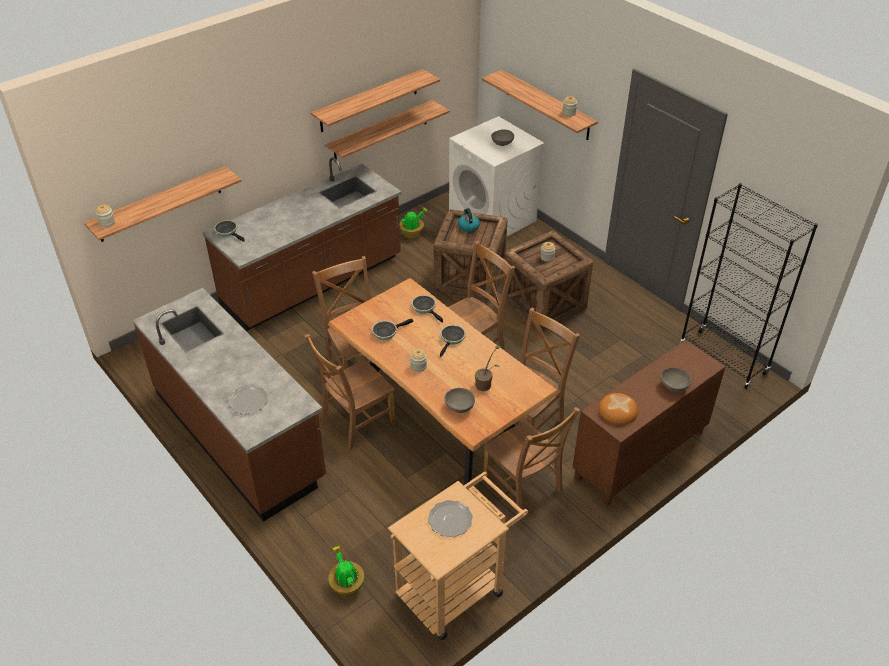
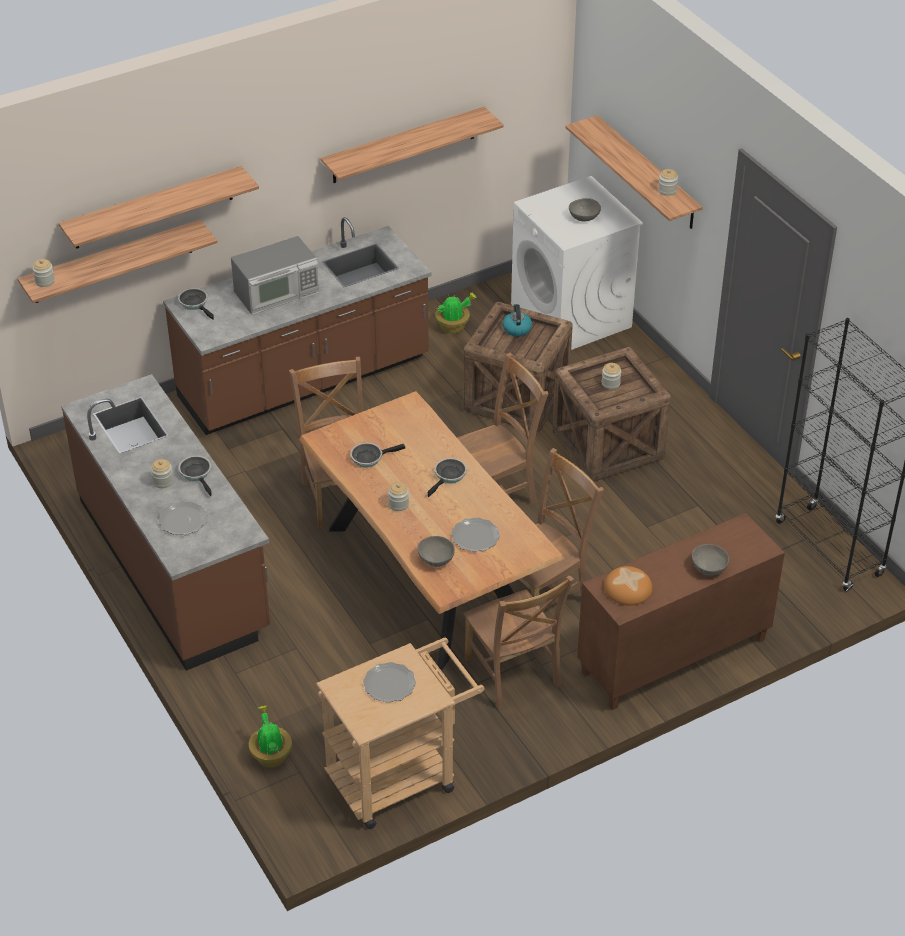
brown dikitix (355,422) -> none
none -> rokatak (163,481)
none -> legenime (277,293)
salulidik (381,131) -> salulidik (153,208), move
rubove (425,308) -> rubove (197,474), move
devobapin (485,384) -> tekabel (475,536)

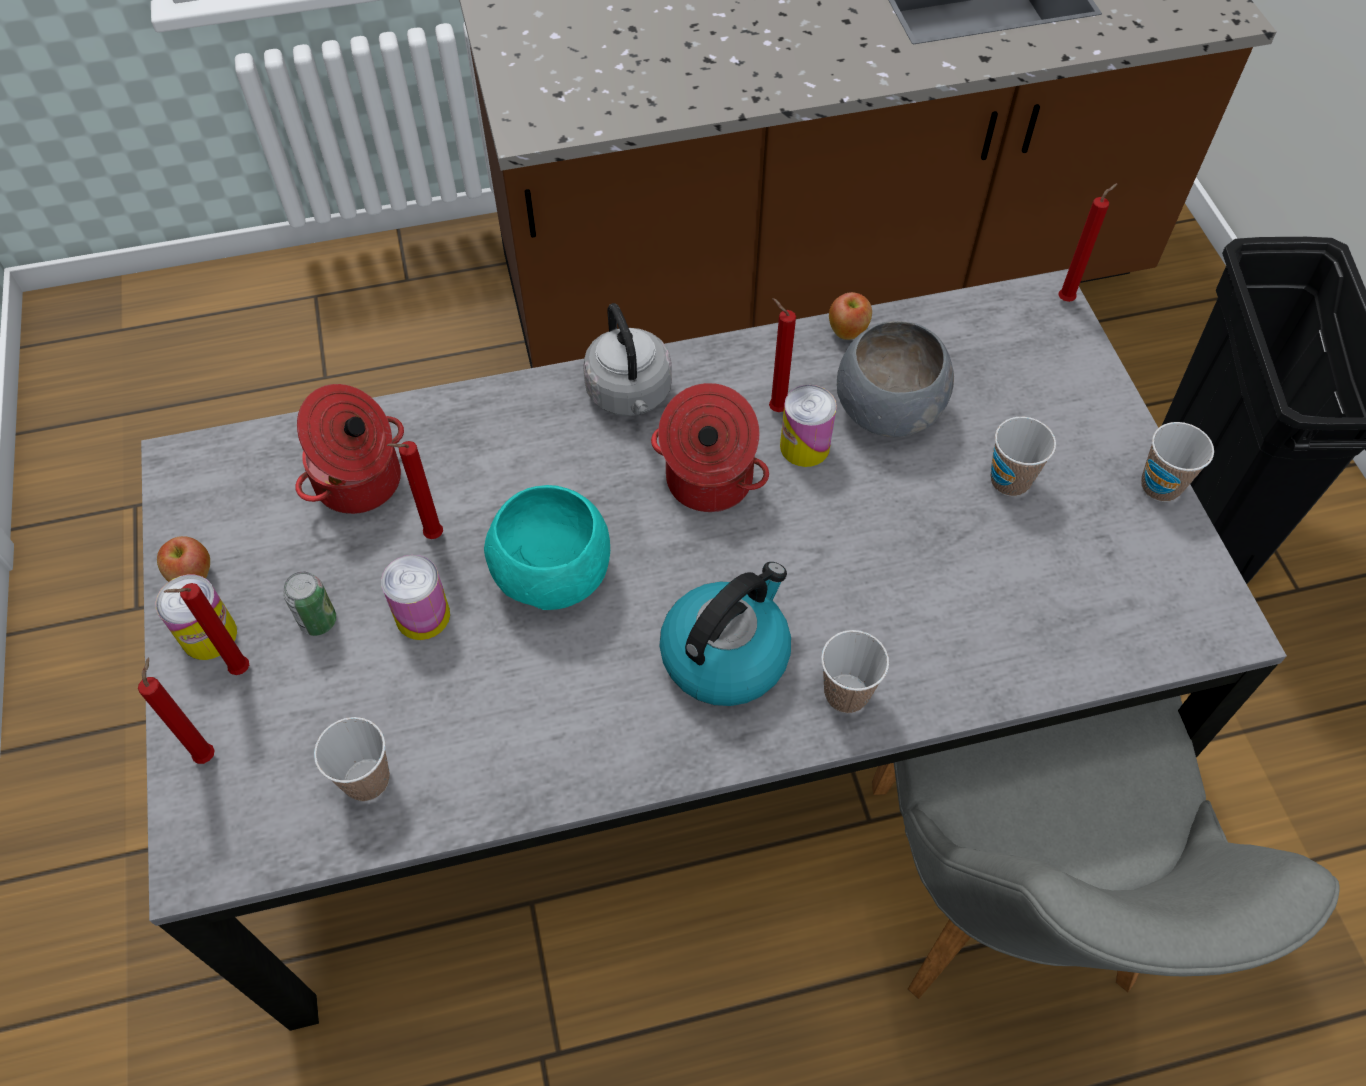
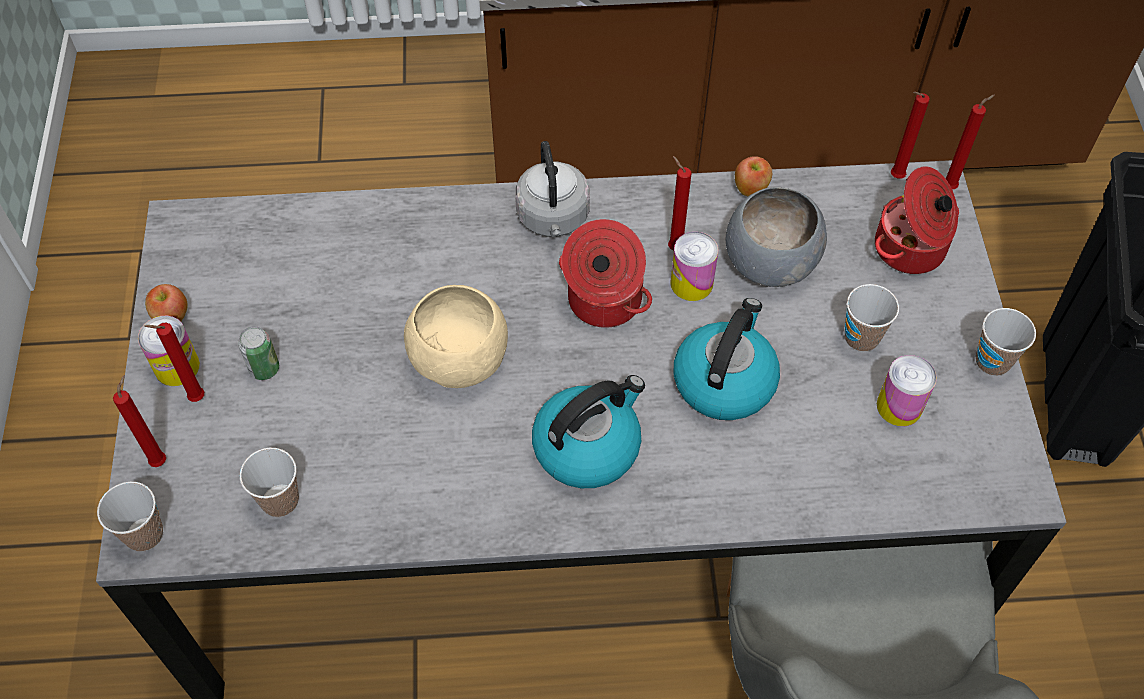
none -> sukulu (724,380)
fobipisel (360,482) -> fobipisel (911,249), move
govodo (423,616) -> govodo (899,406), move
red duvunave (431,536) -> red duvunave (894,177), move
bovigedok (846,694) -> bovigedok (144,534), move
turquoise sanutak (552,571) -> beige sanutak (459,357)

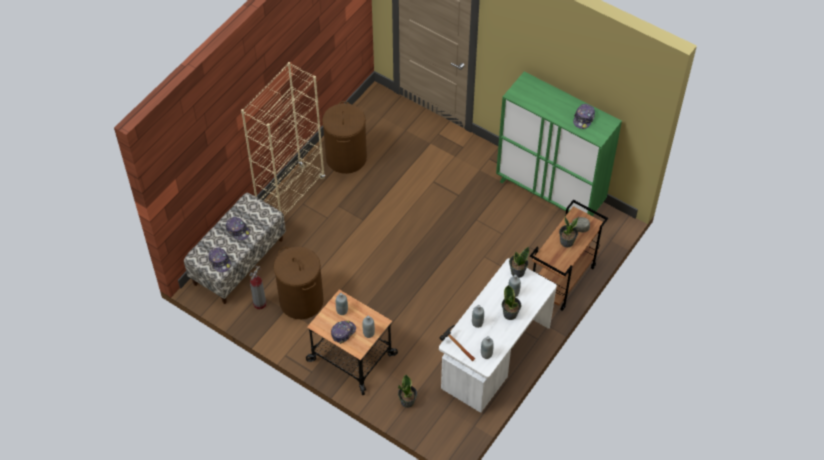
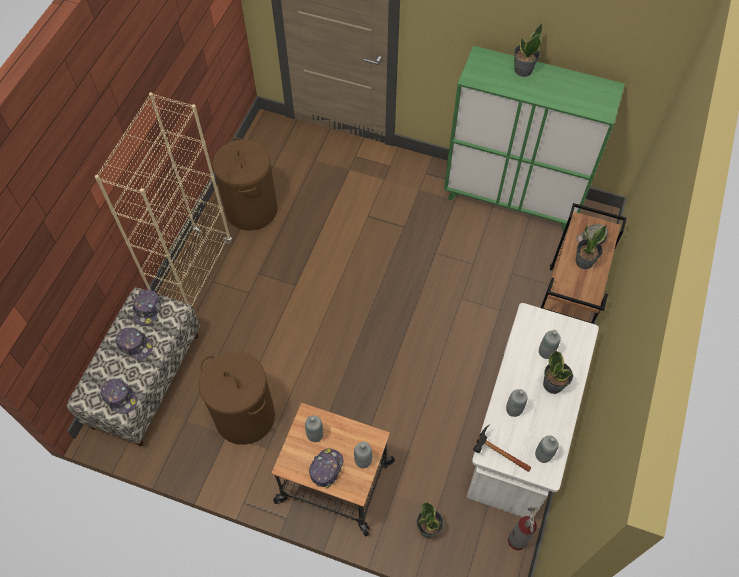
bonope (259,304) -> bonope (517,541), move
devobapin (517,272) -> devobapin (523,70), move
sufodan (583,119) -> sufodan (147,309), move

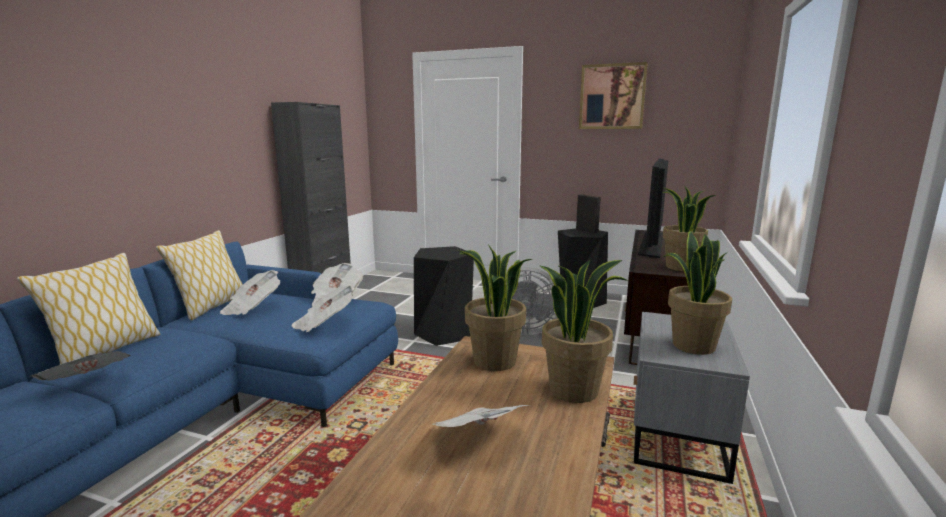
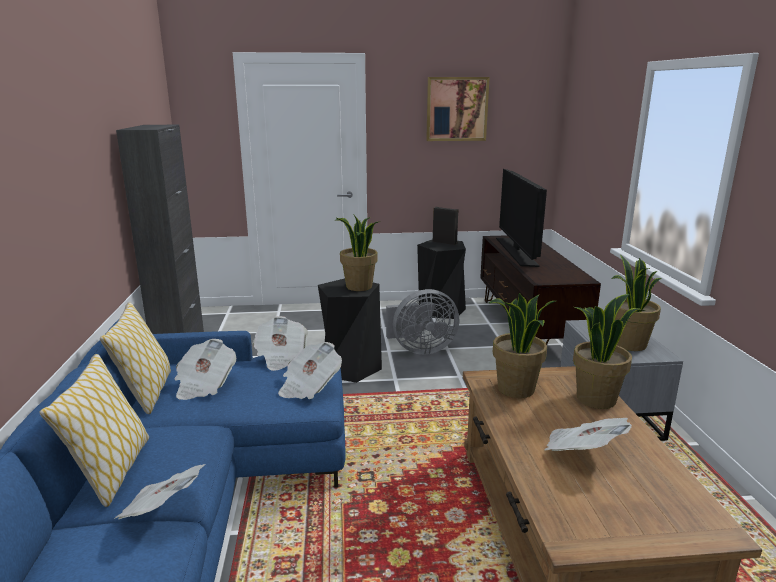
devobapin (680,267) -> devobapin (359,287), move

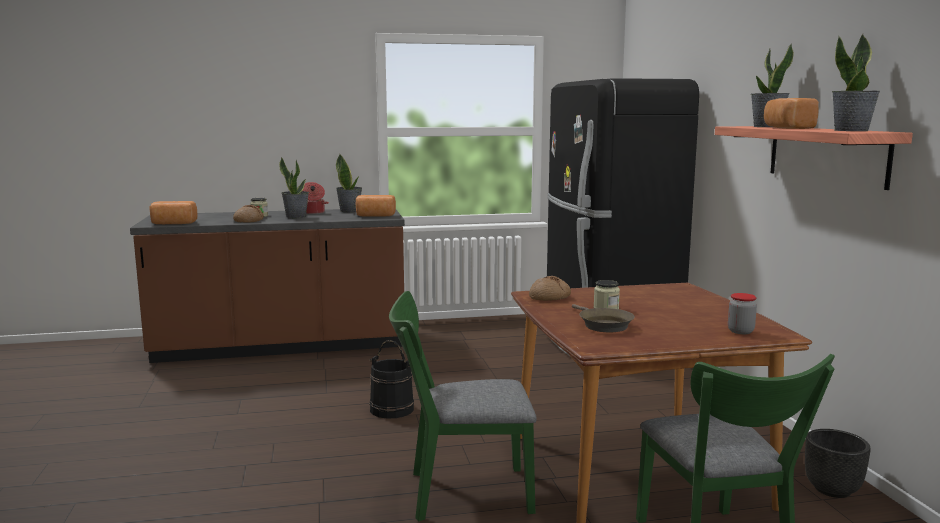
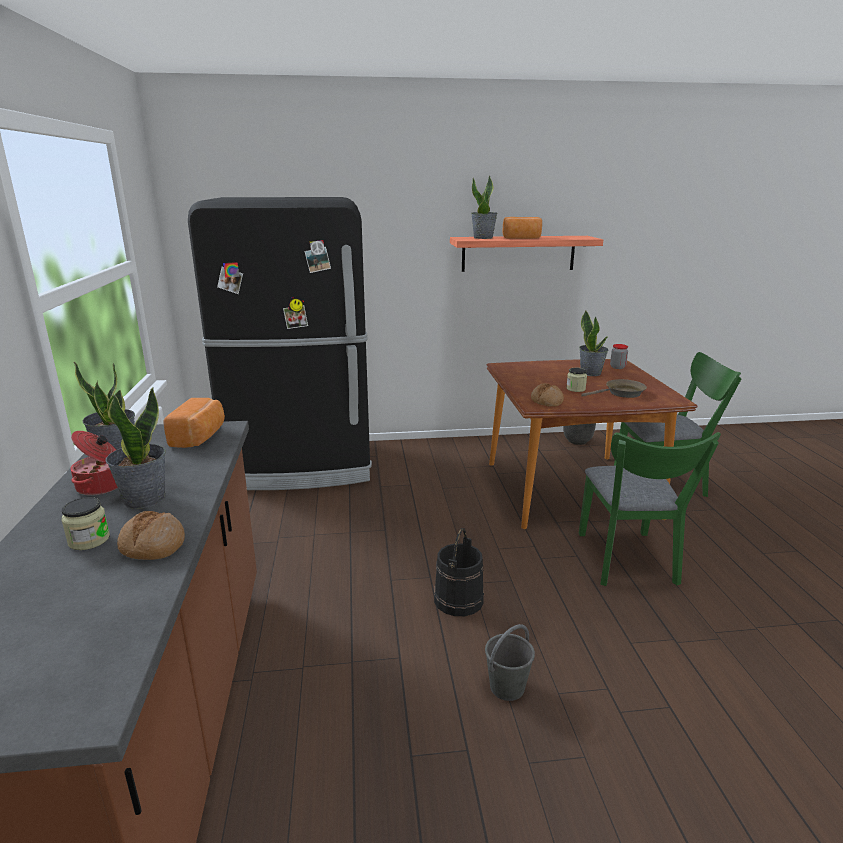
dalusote (173,223) -> none
none -> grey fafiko (507,687)
devobapin (851,130) -> devobapin (591,373), move

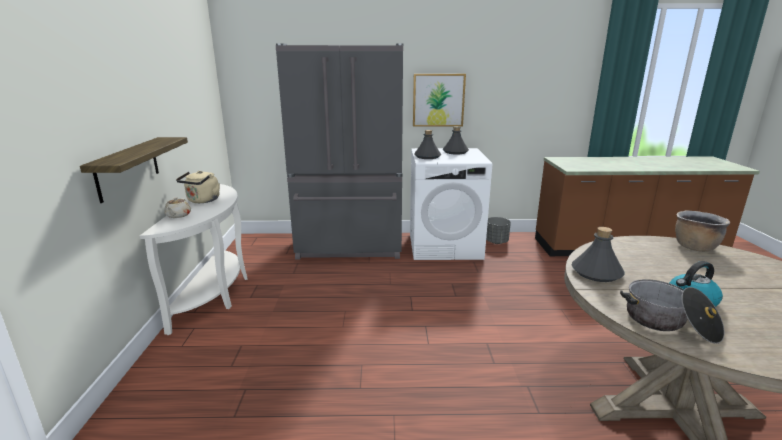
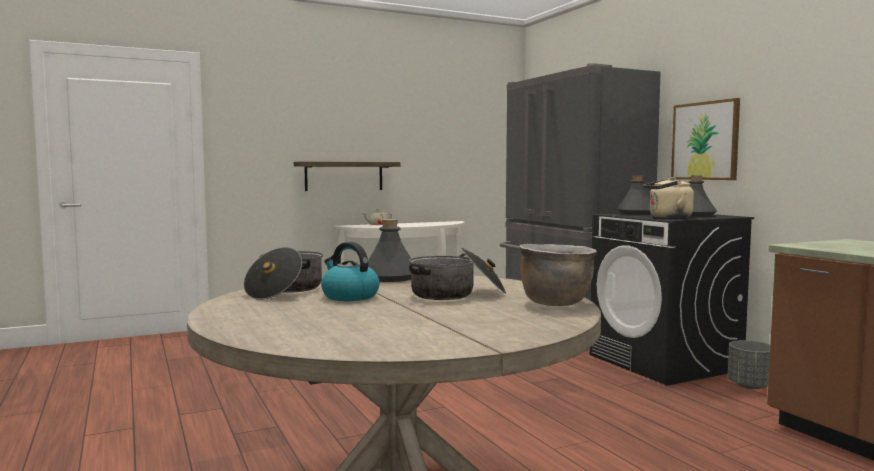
none -> fobipisel (457,294)
beige sukulu (202,201) -> beige sukulu (668,217), move
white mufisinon (445,246) -> black mufisinon (664,362)

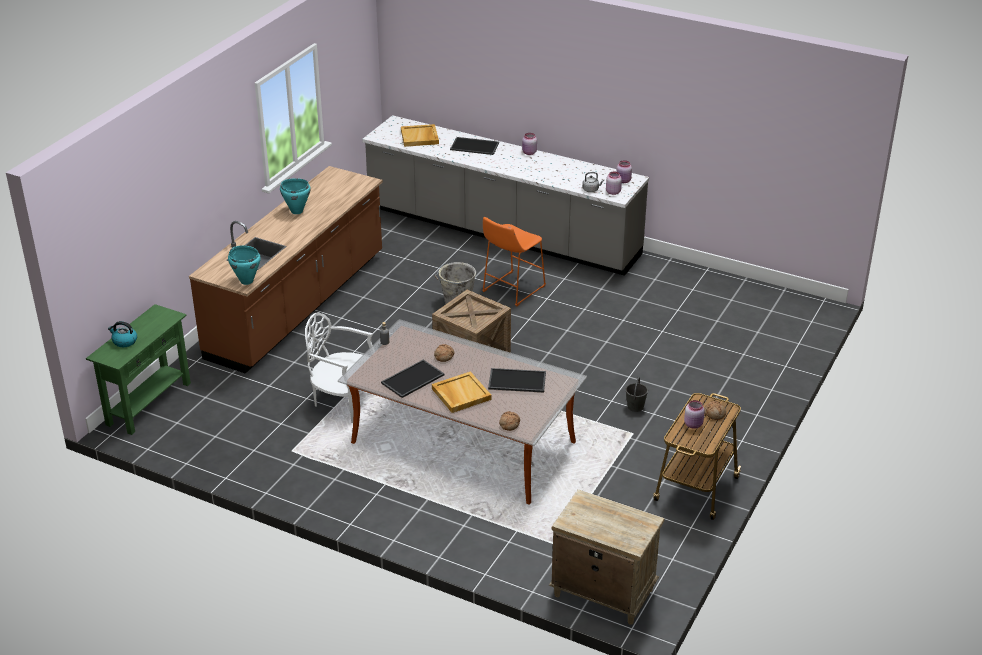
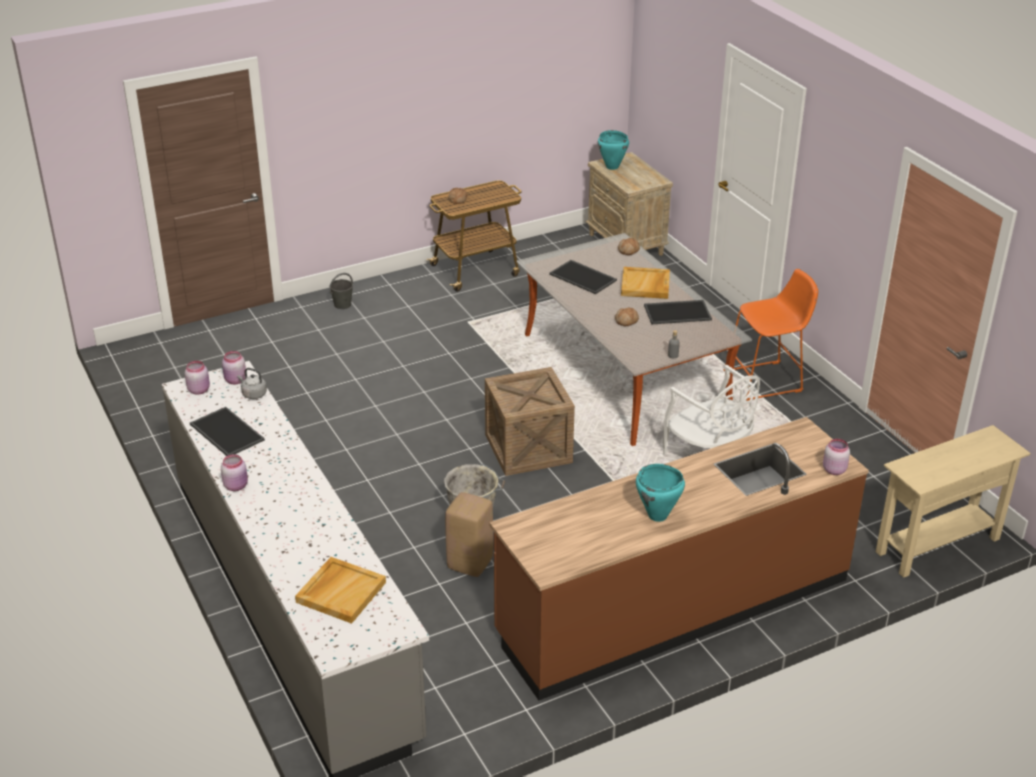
sukulu (124,341) -> none
none -> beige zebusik (469,563)
turquoise fobipisel (246,281) -> turquoise fobipisel (612,167), move
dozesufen (475,146) -> dozesufen (225,432), move
orange zebusik (511,290) -> orange zebusik (767,381), move
grey fafiko (635,407) -> grey fafiko (343,304), move
pink rokatak (694,424) -> pink rokatak (833,469), move
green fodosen (149,404) -> beige fodosen (937,545)

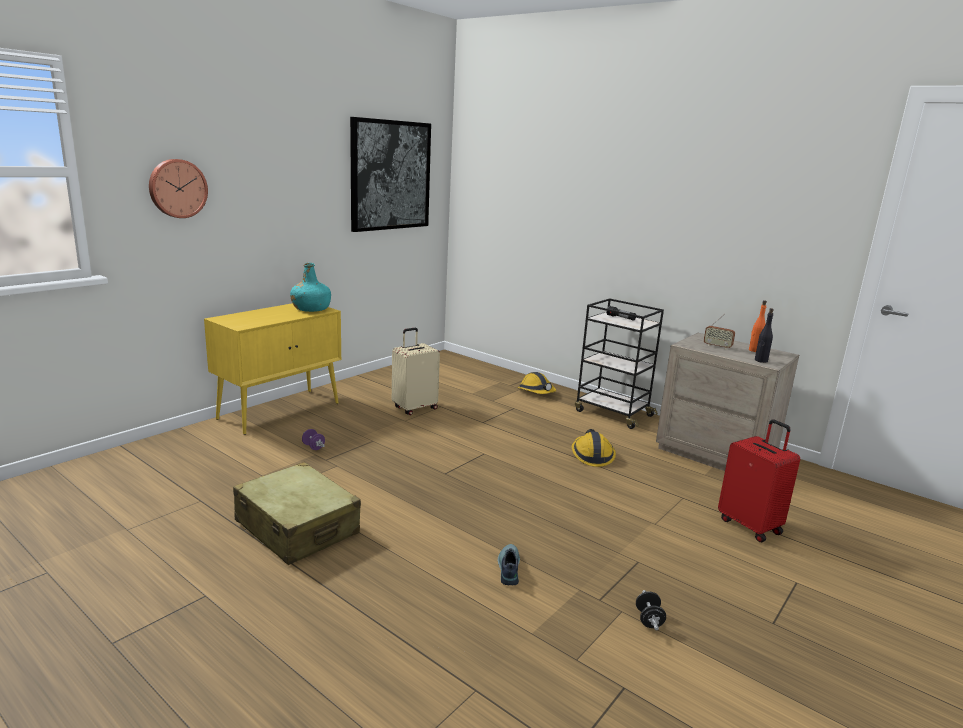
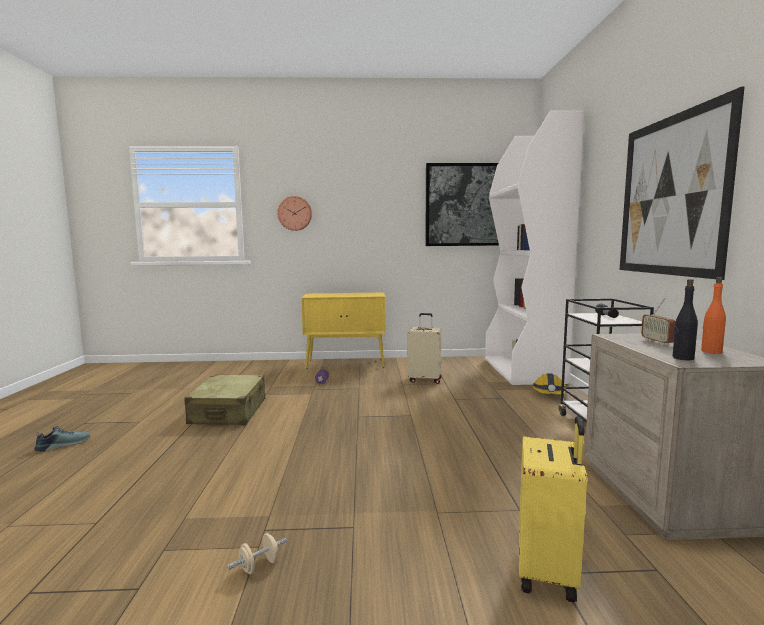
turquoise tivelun (311,309) -> none
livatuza (592,455) -> none
none -> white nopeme (523,371)
none -> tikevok (671,196)
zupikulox (507,568) -> zupikulox (63,444), move
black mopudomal (648,620) -> beige mopudomal (259,566)
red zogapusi (750,526) -> yellow zogapusi (548,572)

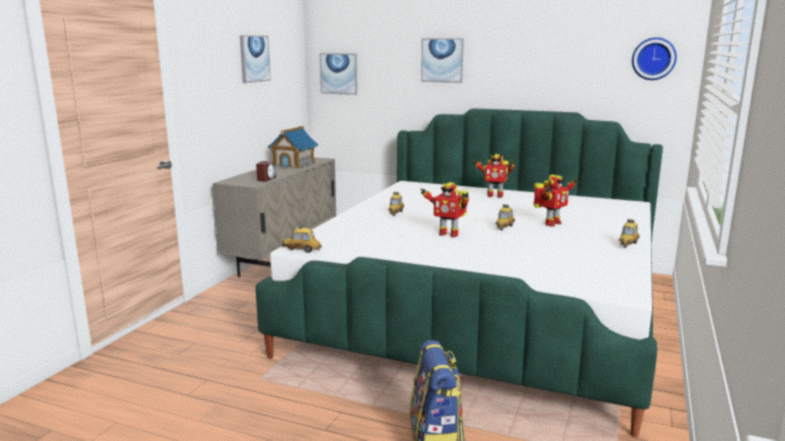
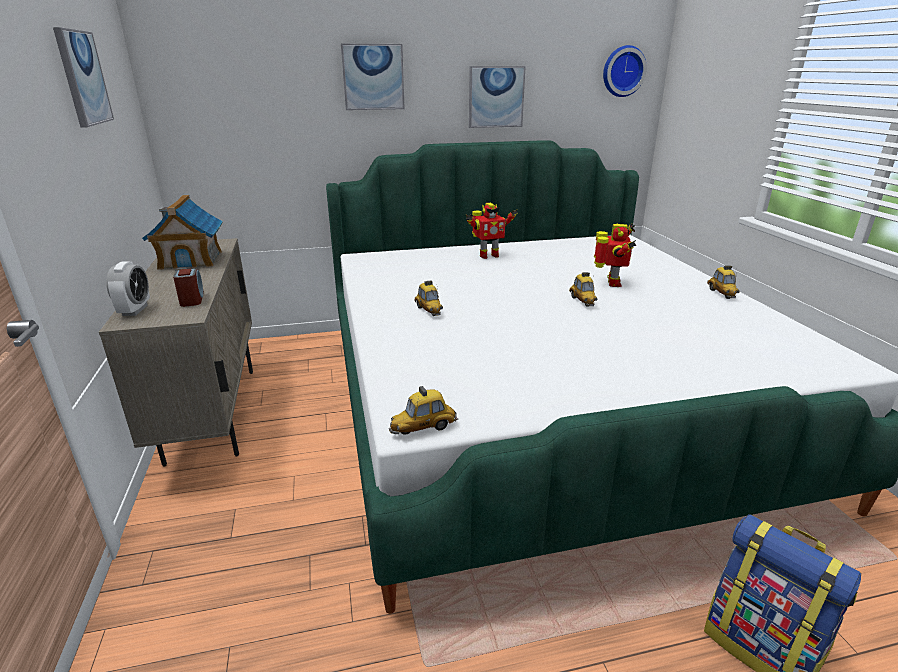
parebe (448,234) -> none
none -> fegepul (135,310)
tikevok (339,73) -> tikevok (496,97), move

